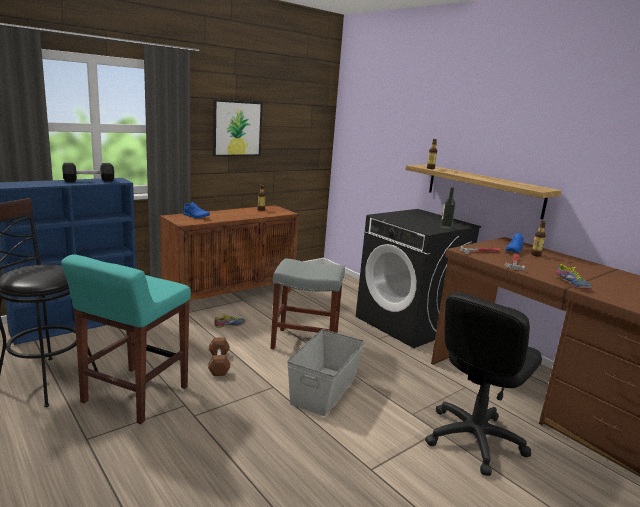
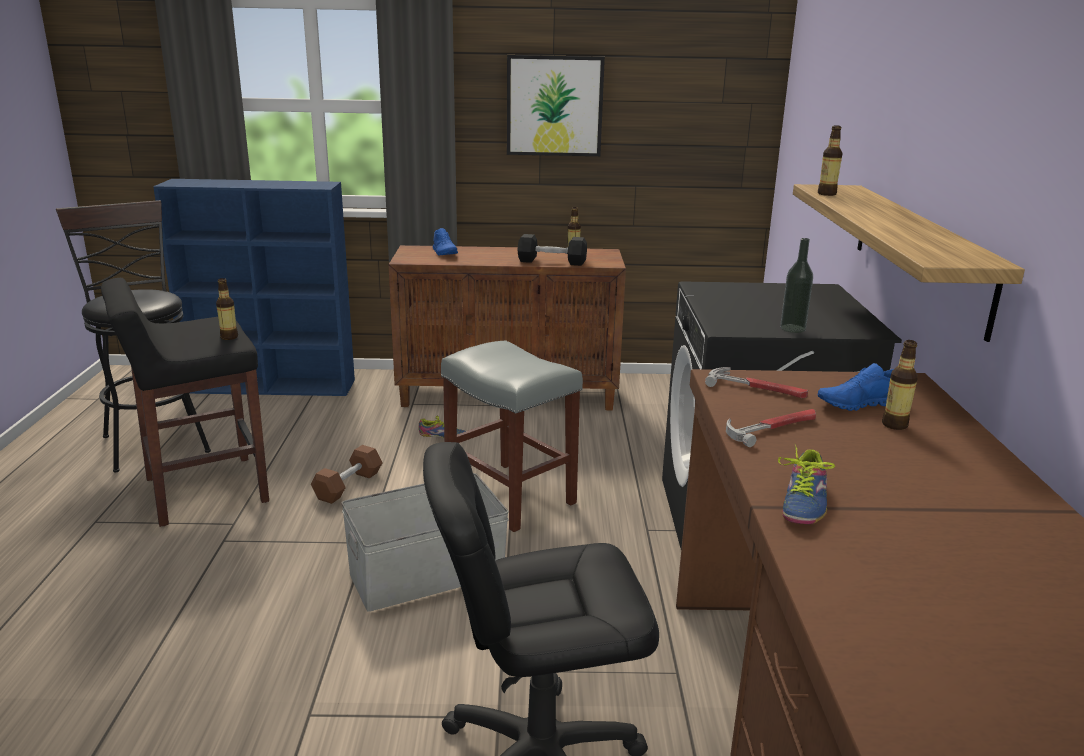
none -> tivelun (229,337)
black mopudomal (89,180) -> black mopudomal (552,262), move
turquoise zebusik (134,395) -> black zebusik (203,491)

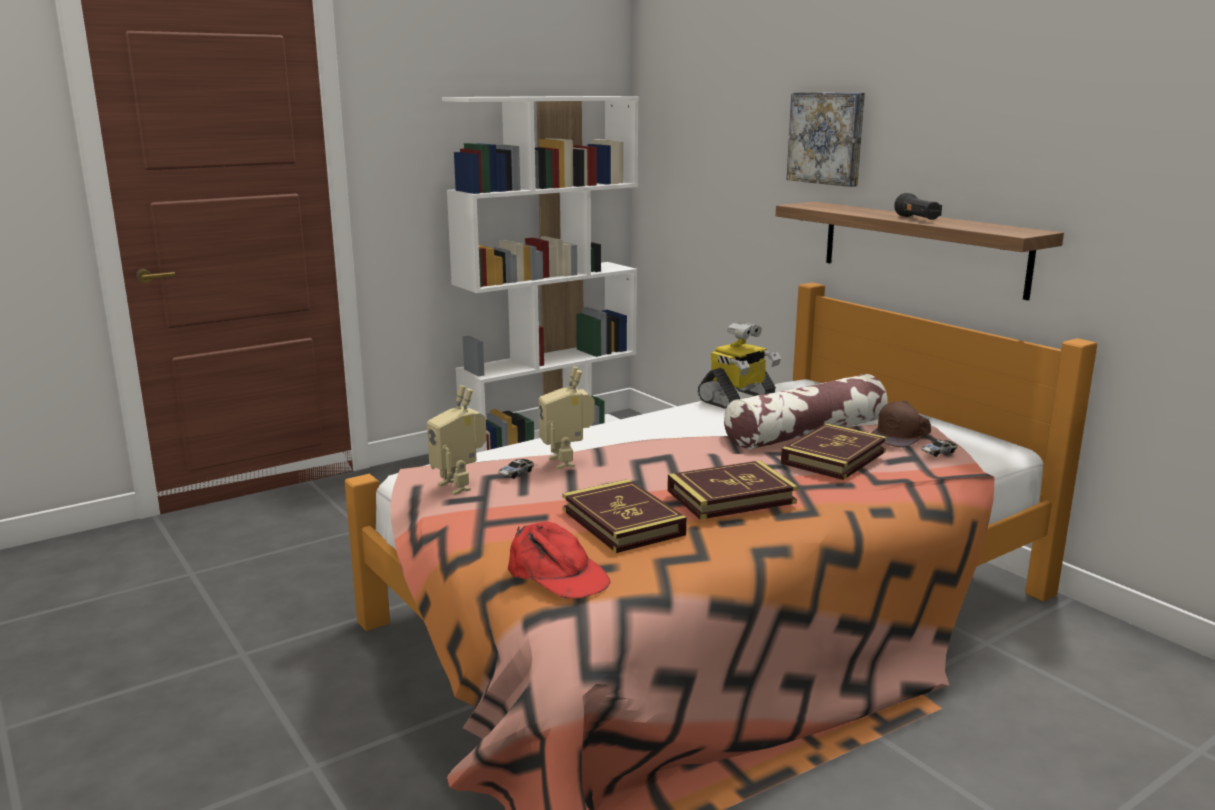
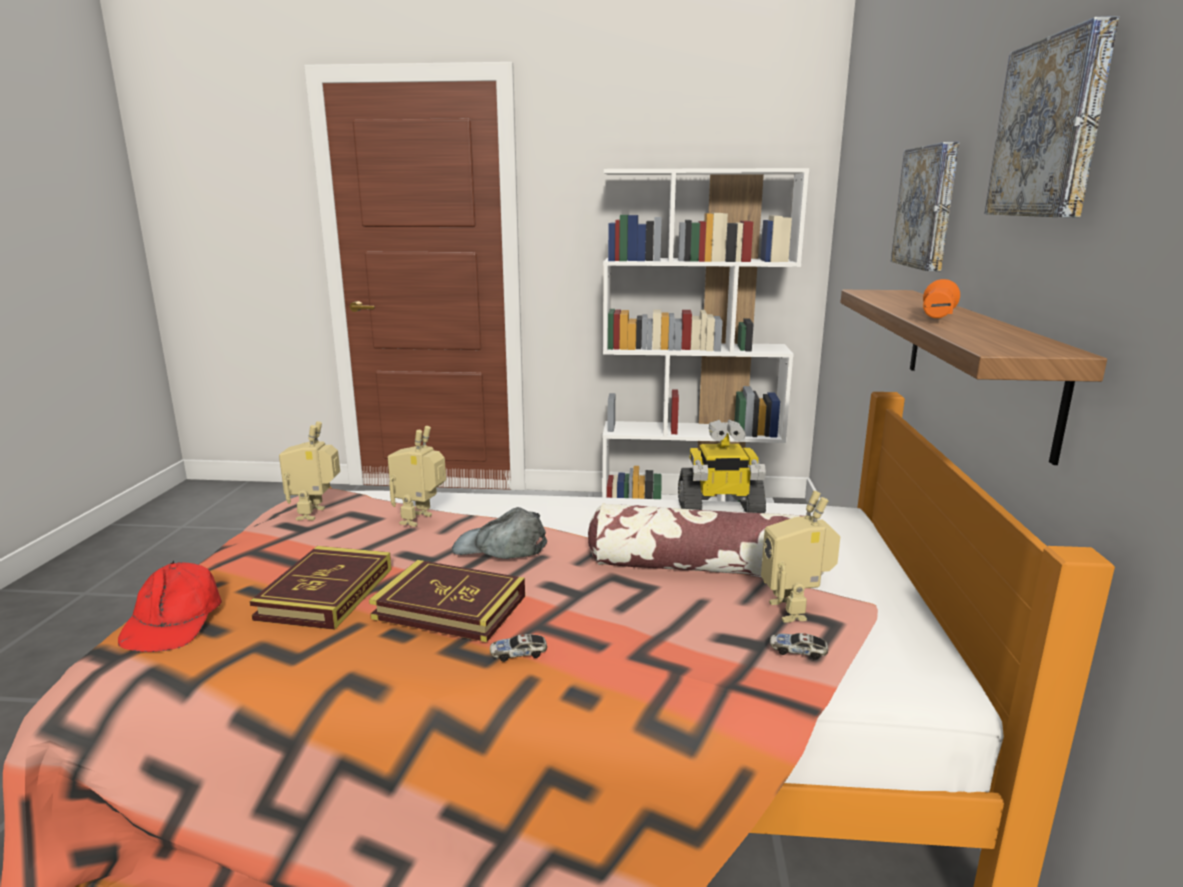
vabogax (833,457) -> none
none -> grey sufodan (500,547)
none -> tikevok (1053,128)
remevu (516,473) -> remevu (518,654), move
brown sufodan (900,436) -> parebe (795,610)
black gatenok (917,219) -> orange gatenok (937,317)

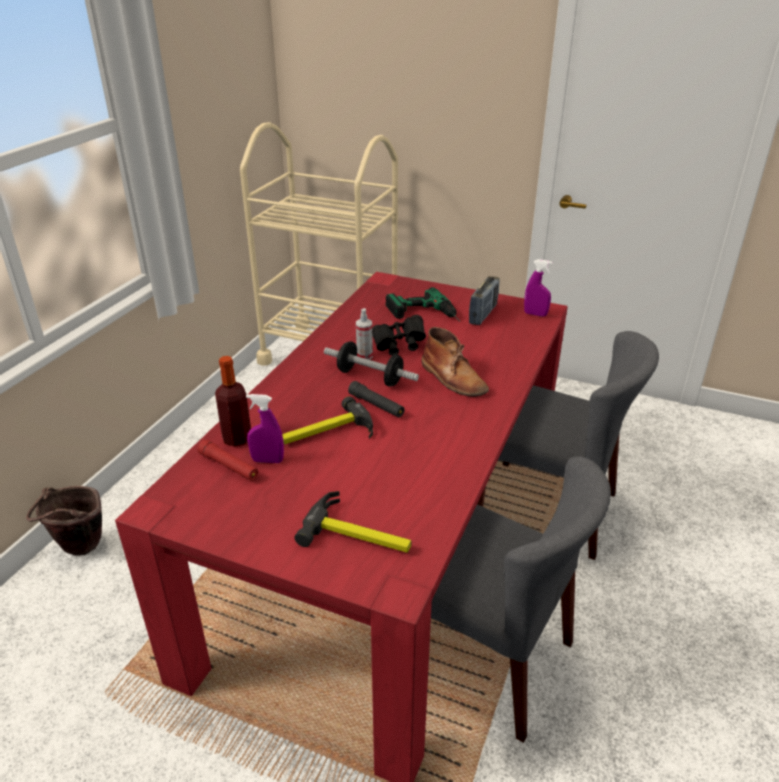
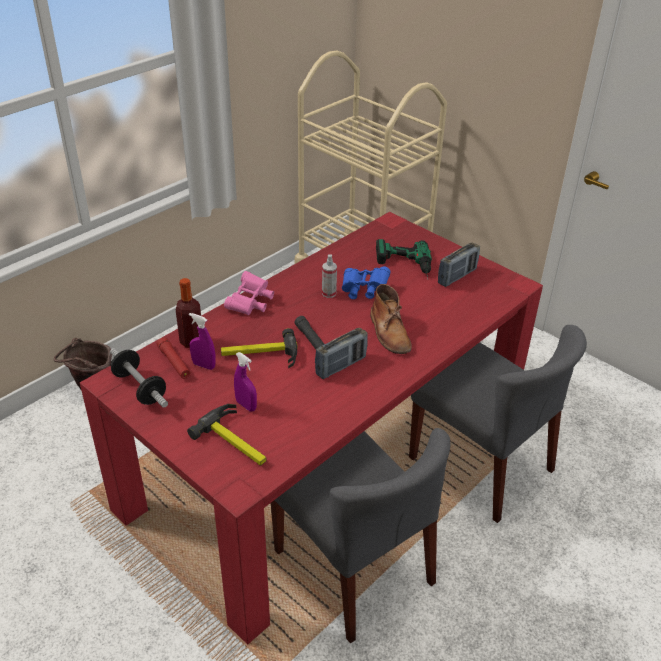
none -> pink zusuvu (250,303)
none -> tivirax (341,366)
mopudomal (370,377) -> mopudomal (140,388), move
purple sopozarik (535,314) -> purple sopozarik (246,405), move
black zusuvu (399,345) -> blue zusuvu (363,290)

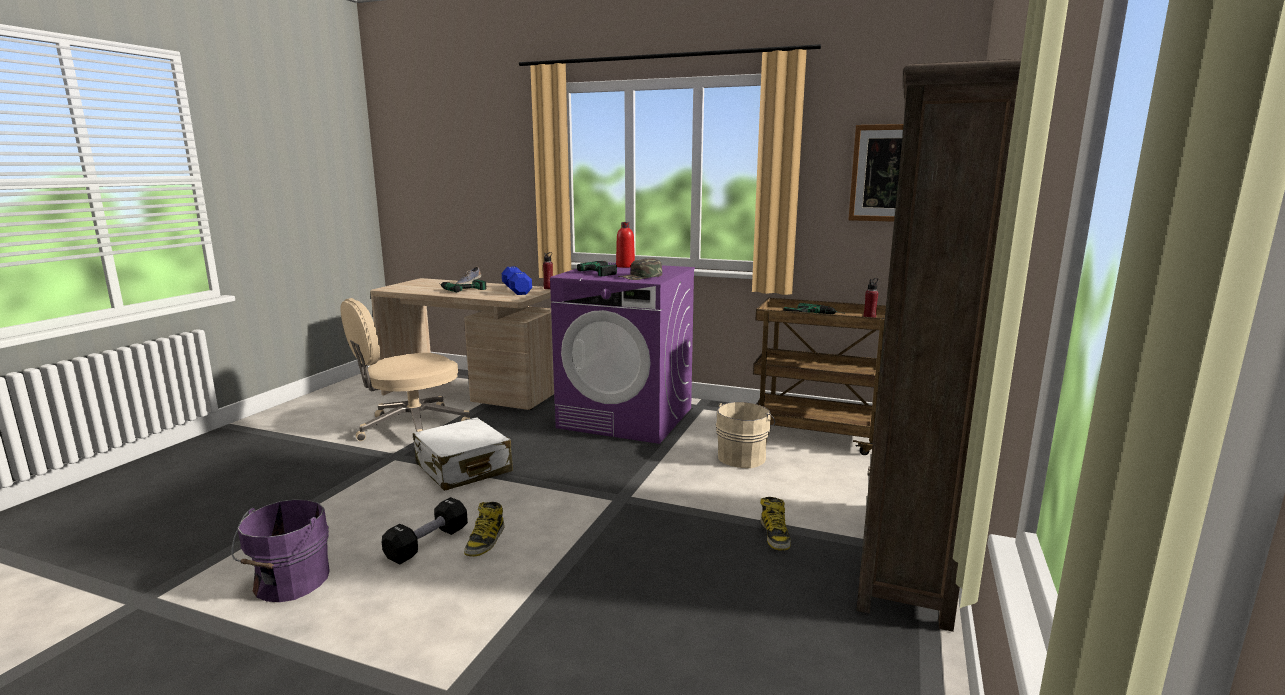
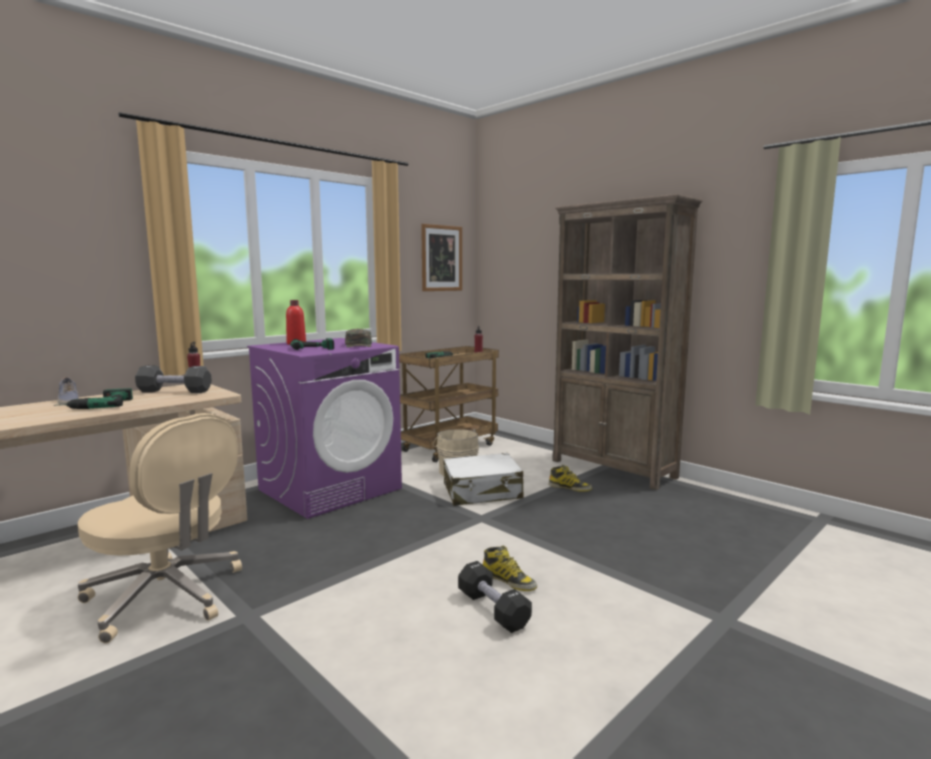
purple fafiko (289,583) -> none
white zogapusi (463,468) -> white zogapusi (482,492), move
blue mopudomal (517,290) -> black mopudomal (174,391)
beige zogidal (411,427) -> beige zogidal (167,597), 45 degrees counterclockwise

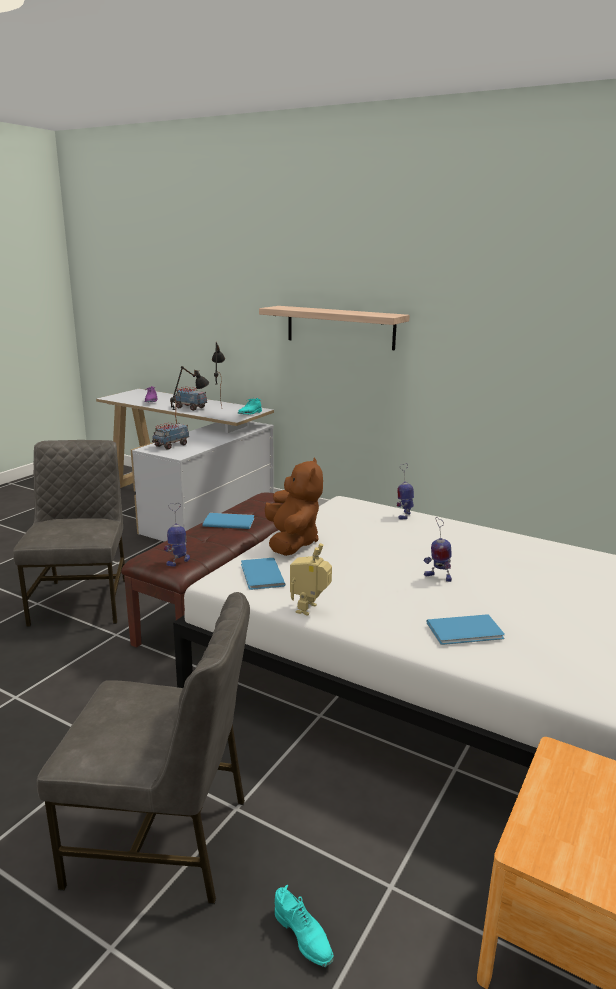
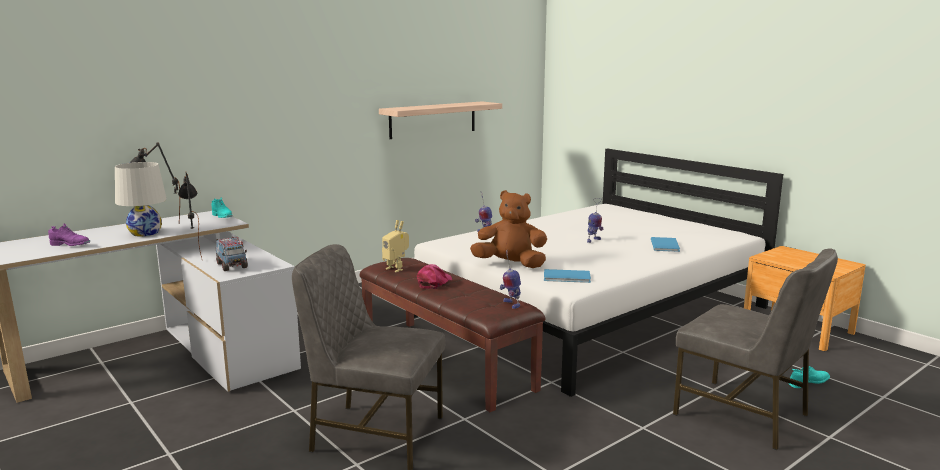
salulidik (340,327) -> salulidik (433,119), move
parebe (310,609) -> parebe (396,268), move
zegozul (190,408) -> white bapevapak (145,233)
blue vabogax (228,521) -> pink sufodan (434,282)
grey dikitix (162,840) -> grey dikitix (743,415), 105 degrees clockwise

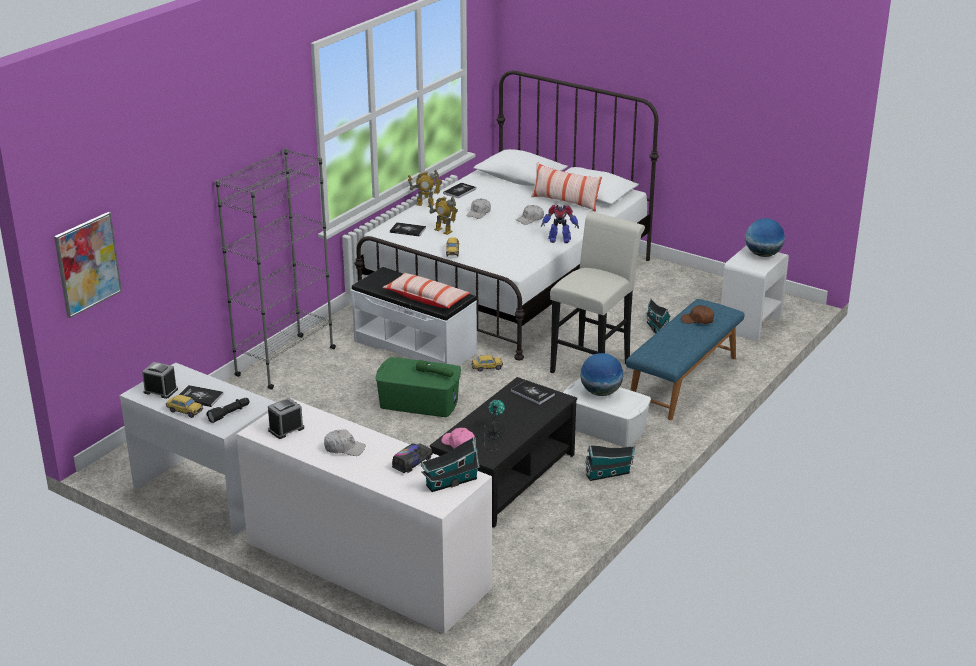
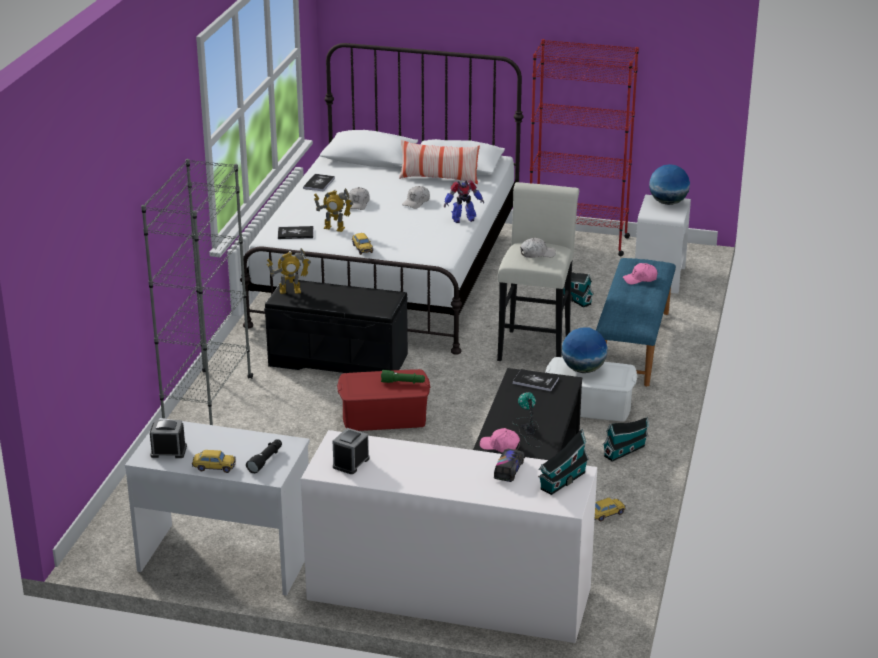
tikevok (87,264) -> none
vabogax (199,397) -> none
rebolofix (426,298) -> none
none -> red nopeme (578,241)
white sufodan (344,448) -> white sufodan (537,254), move
parebe (425,204) -> parebe (290,291), move
remevu (487,368) -> remevu (605,514), move
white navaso (415,346) -> black navaso (338,359)
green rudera (419,402) -> red rudera (384,417)
brown sufodan (697,320) -> pink sufodan (640,279)

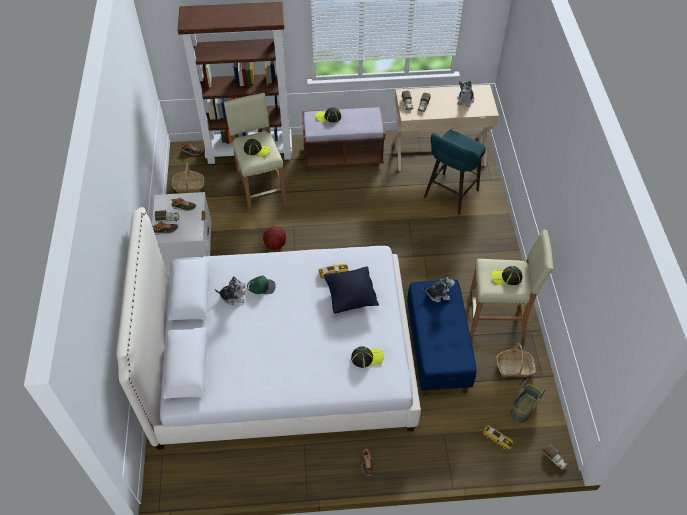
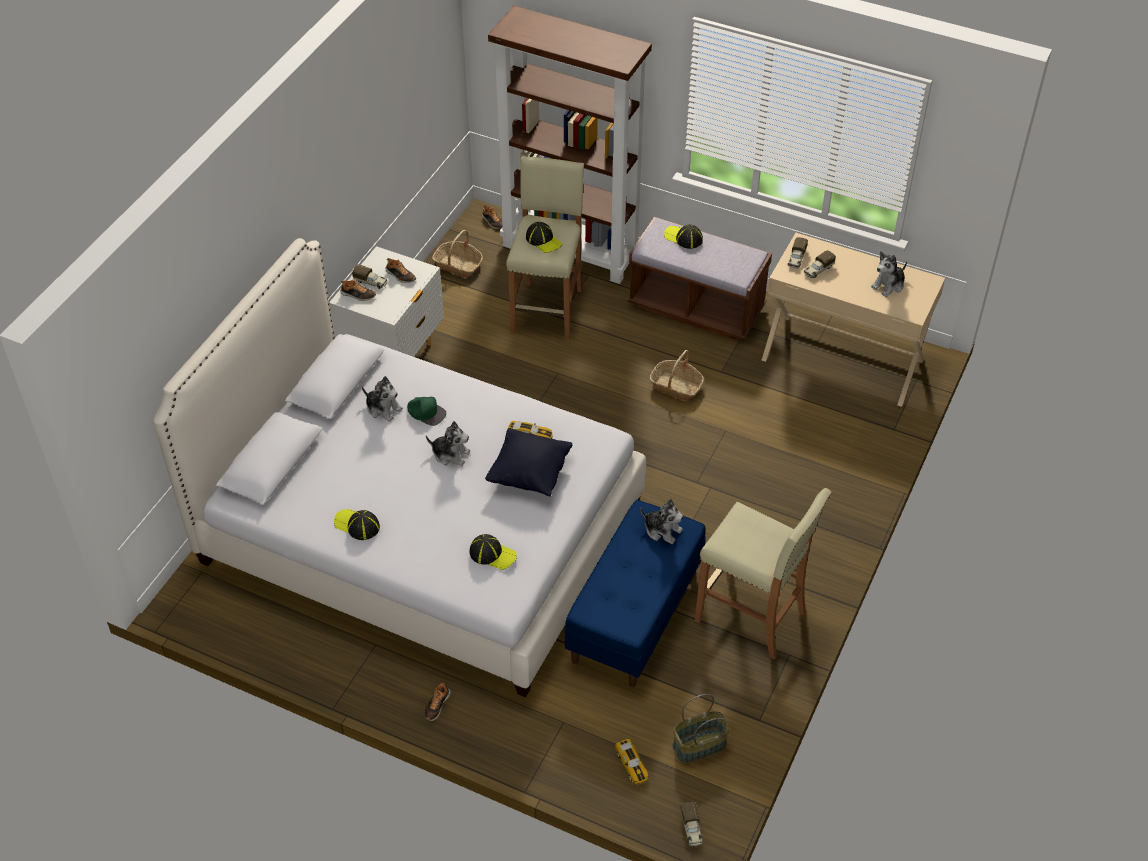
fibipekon (275,244) -> none
turquoise zebusik (449,195) -> none
none -> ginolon (450,454)
sufodan (507,277) -> sufodan (357,525), move
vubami (514,367) -> vubami (676,386), move

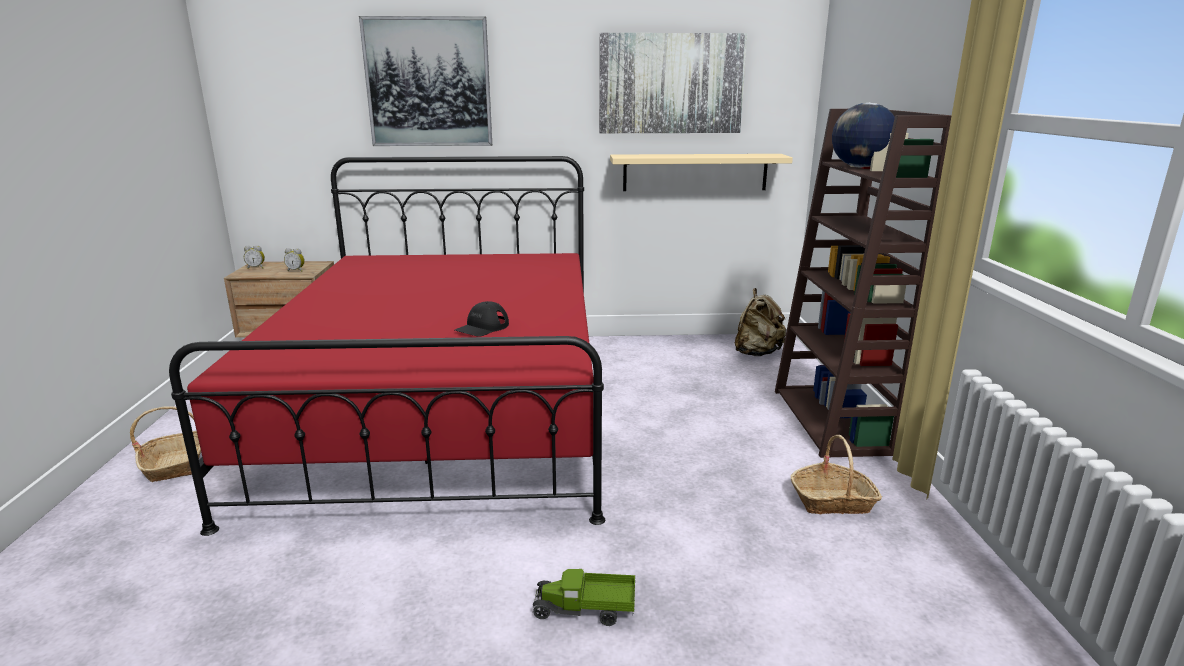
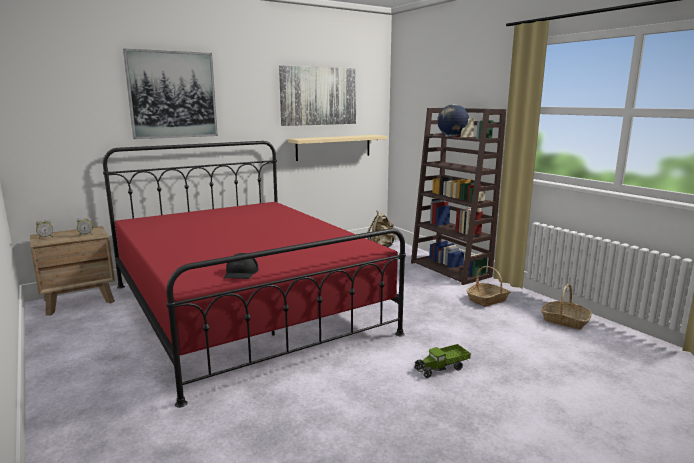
vubami (175,464) -> vubami (564,321), move
black sufodan (482,327) -> black sufodan (240,273), move

